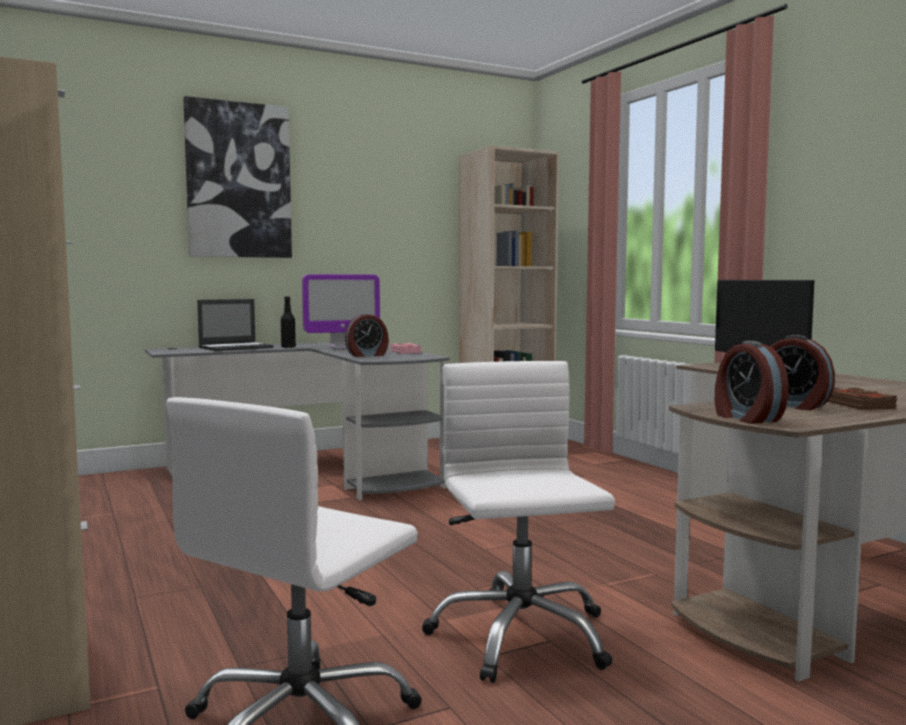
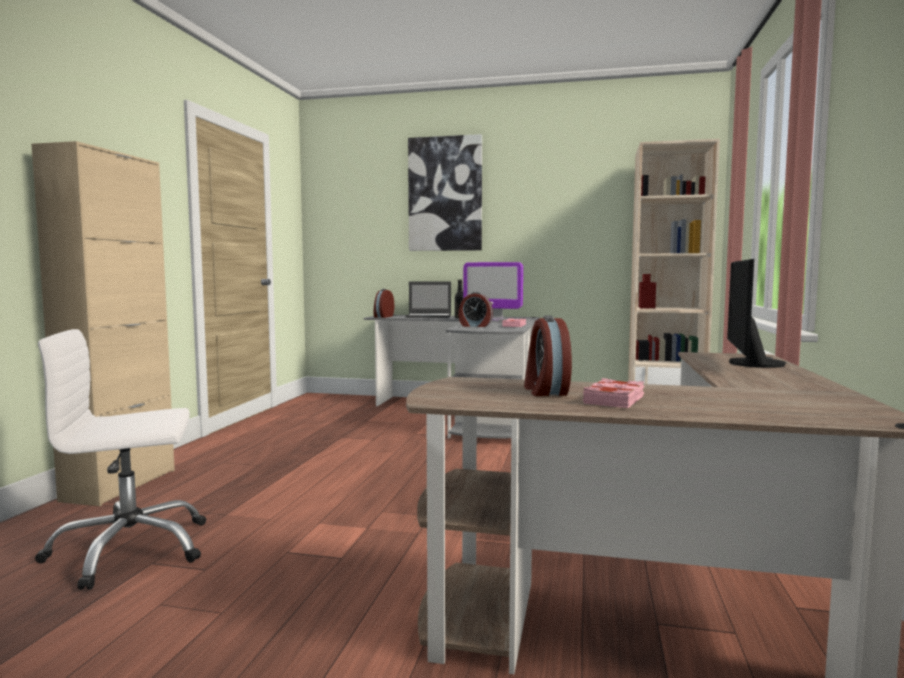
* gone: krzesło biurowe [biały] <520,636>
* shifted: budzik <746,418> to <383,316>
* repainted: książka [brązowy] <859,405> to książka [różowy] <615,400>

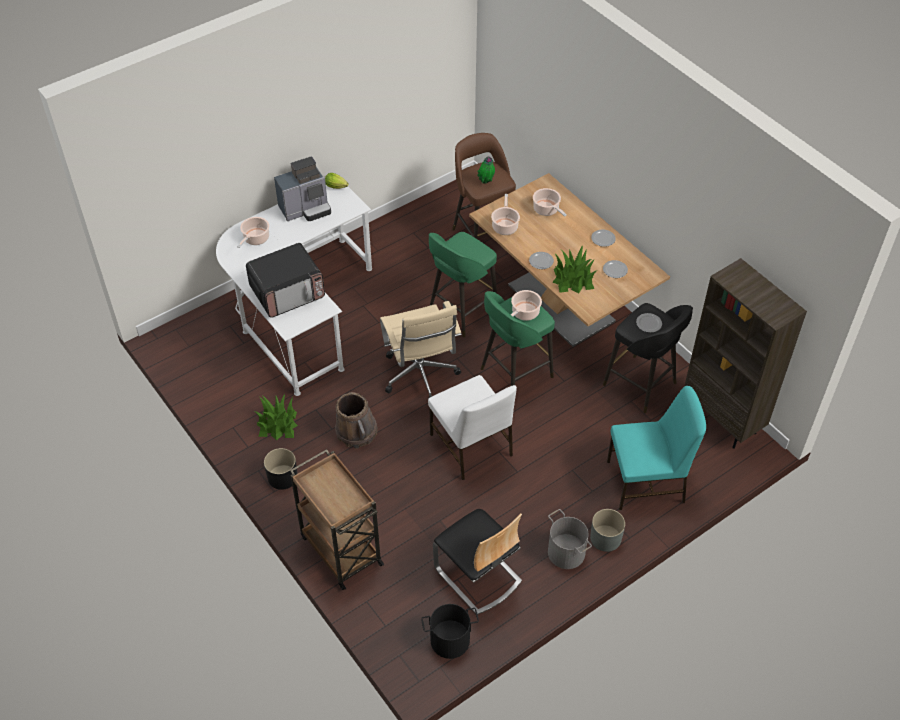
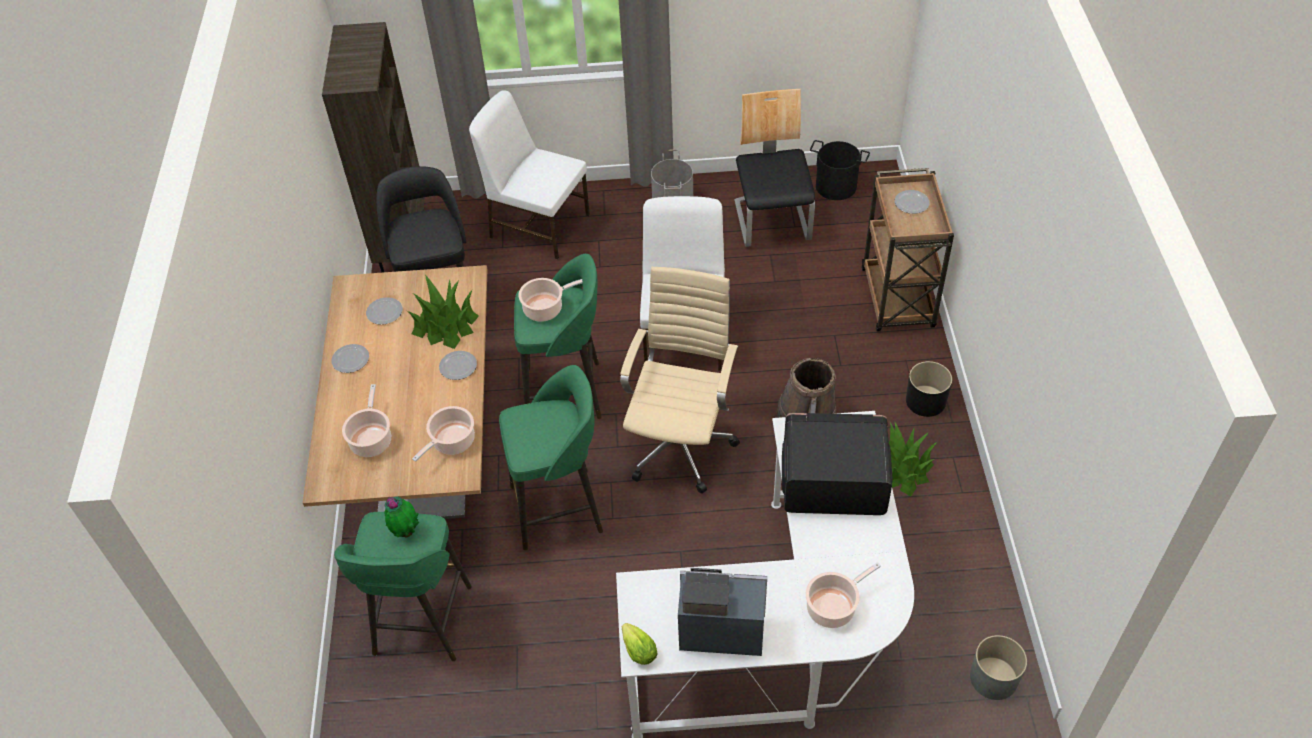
* shifted: donica [szary] <605,538> to <993,678>
* shifted: talerz <648,324> to <912,203>
* repainted: stołek [brązowy] <482,235> to stołek [zielony] <421,623>
* repainted: krzesło [turkusowy] <647,482> to krzesło [biały] <538,224>

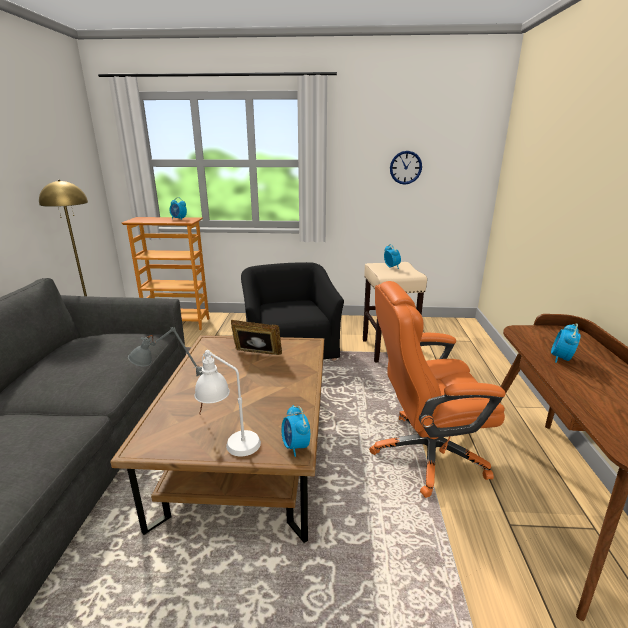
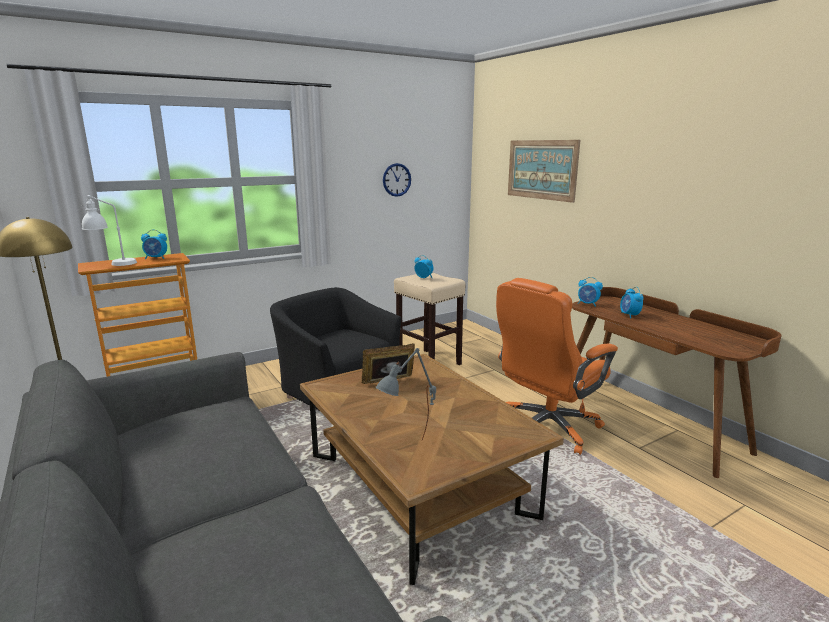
* new: obraz <541,169>
* shifted: lampa stołowa [biały] <229,441> to <112,264>
* shifted: budzik <295,446> to <587,304>

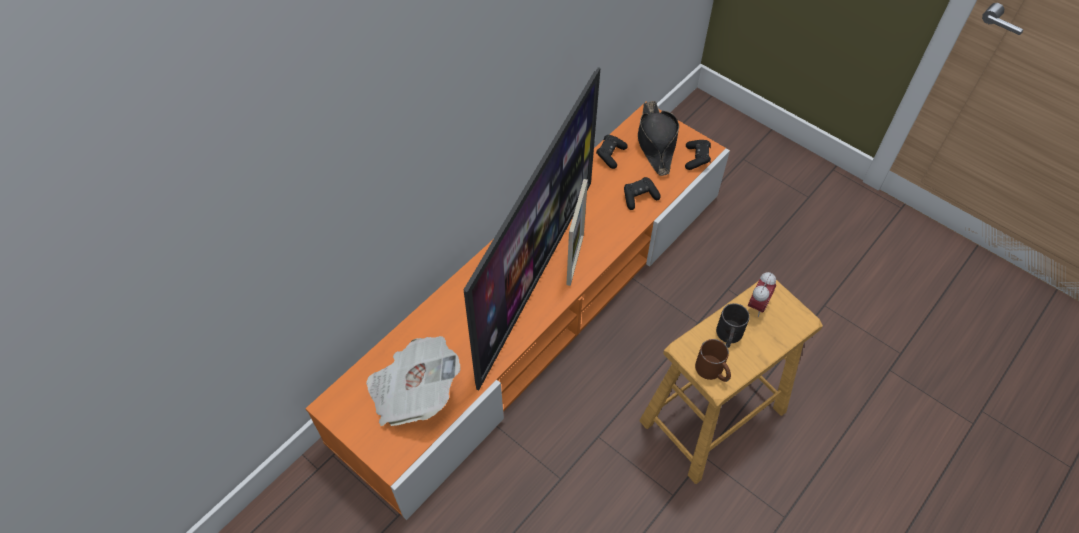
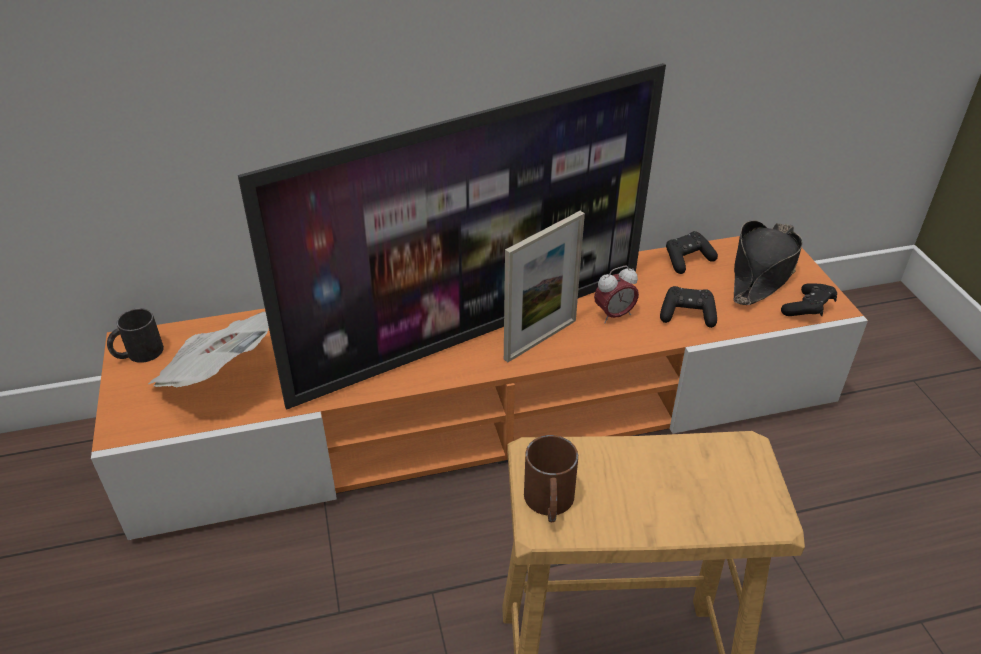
* shifted: kubek [czarny] <728,336> to <138,354>
* shifted: budzik <757,305> to <614,315>

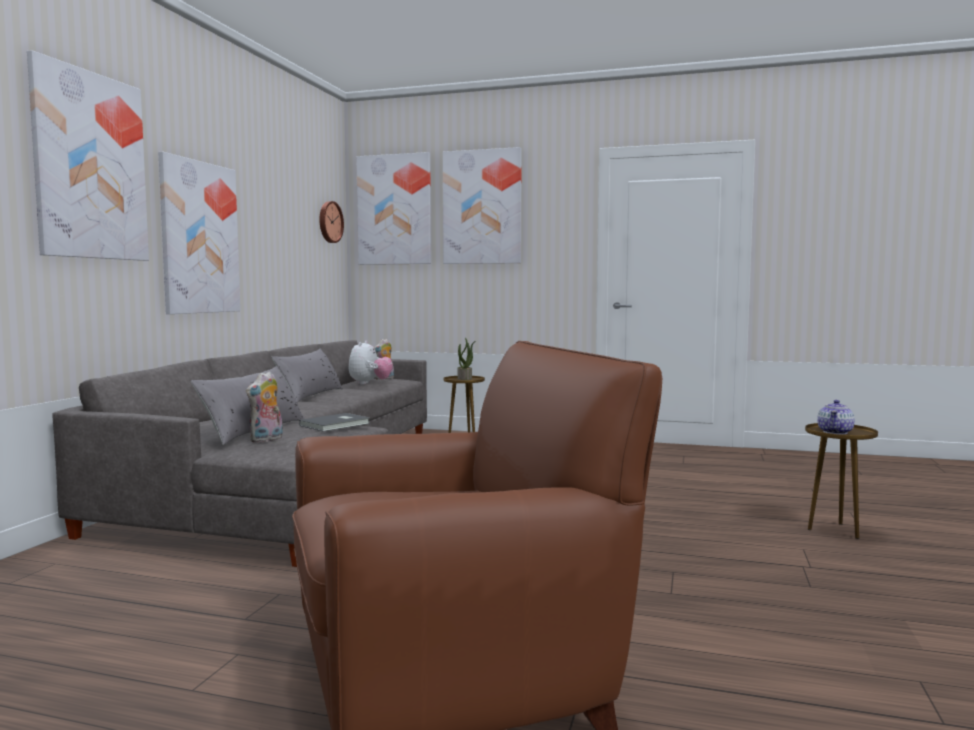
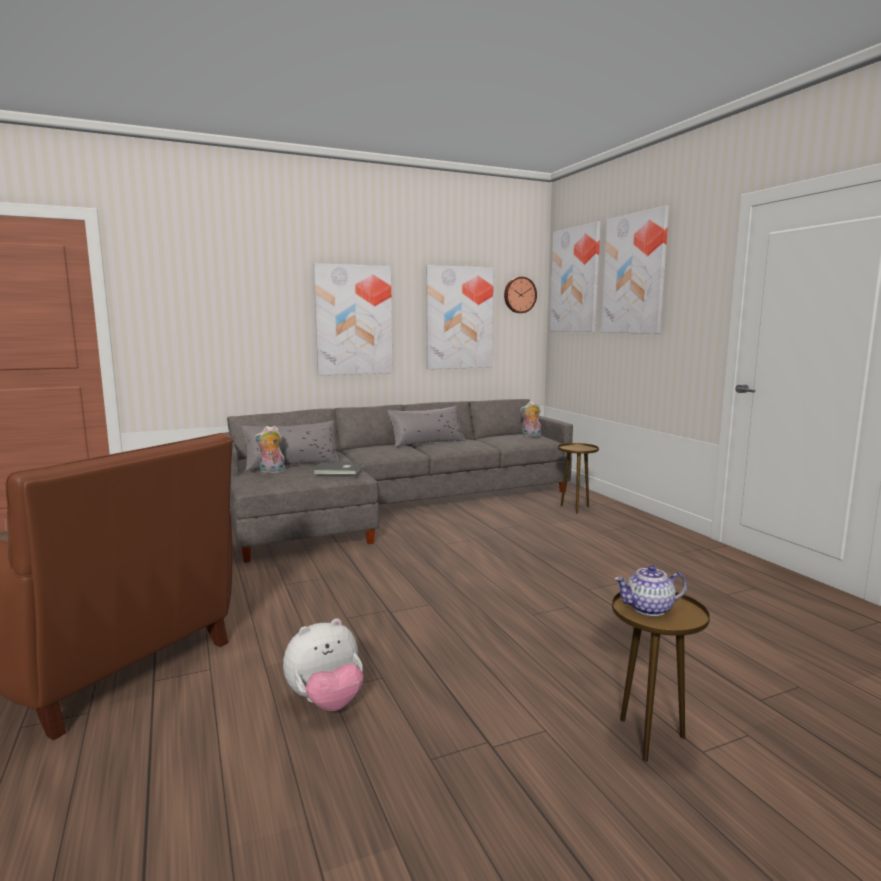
* gone: roślina doniczkowa <465,378>
* shifted: obraz <90,166> to <459,318>
* shifted: pluszak <369,383> to <326,702>

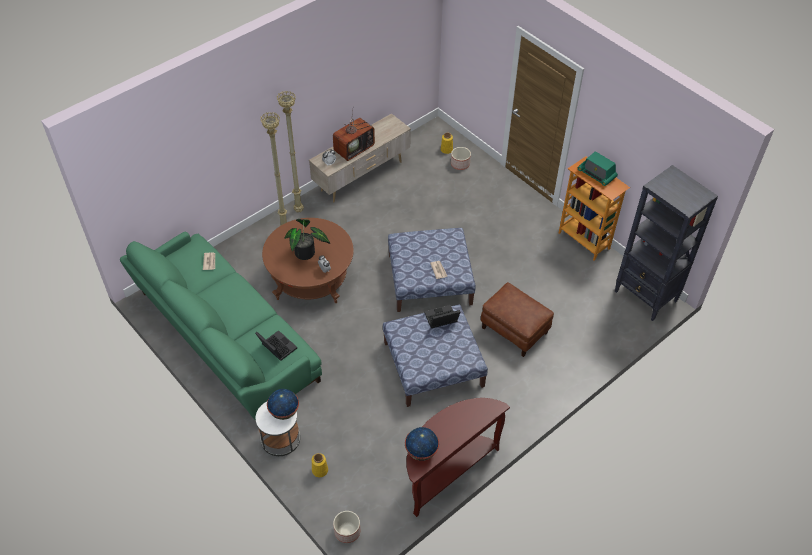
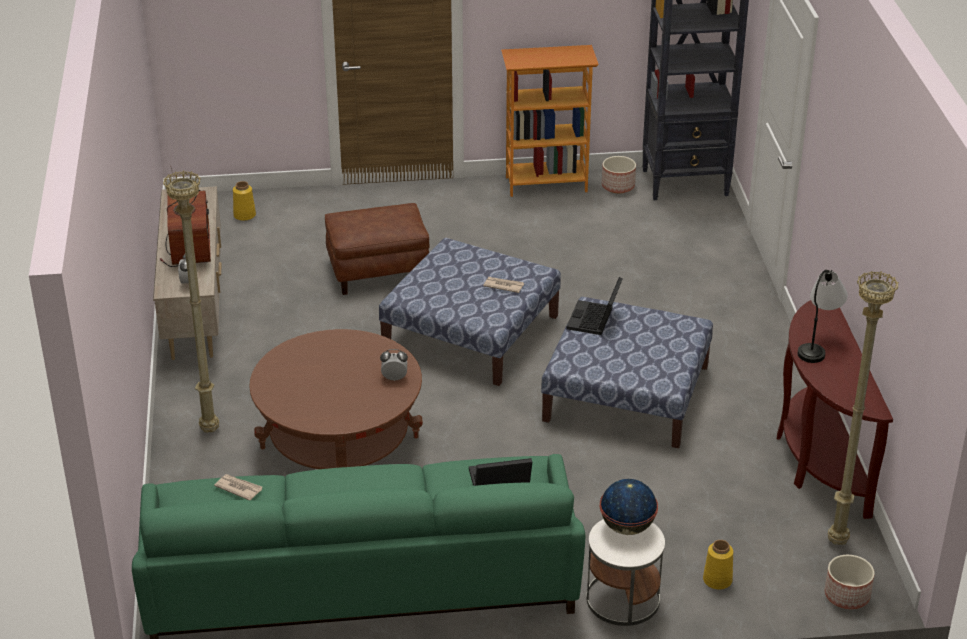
* gone: roślina doniczkowa <306,254>
* gone: globus <421,451>
* gone: radio <596,174>
* new: lampa stołowa <818,345>
* shifted: lampa stojąca [beżowy] <299,210> to <836,541>
* shifted: donica <460,164> to <618,186>
* shifted: pufa [brązowy] <515,330> to <378,271>

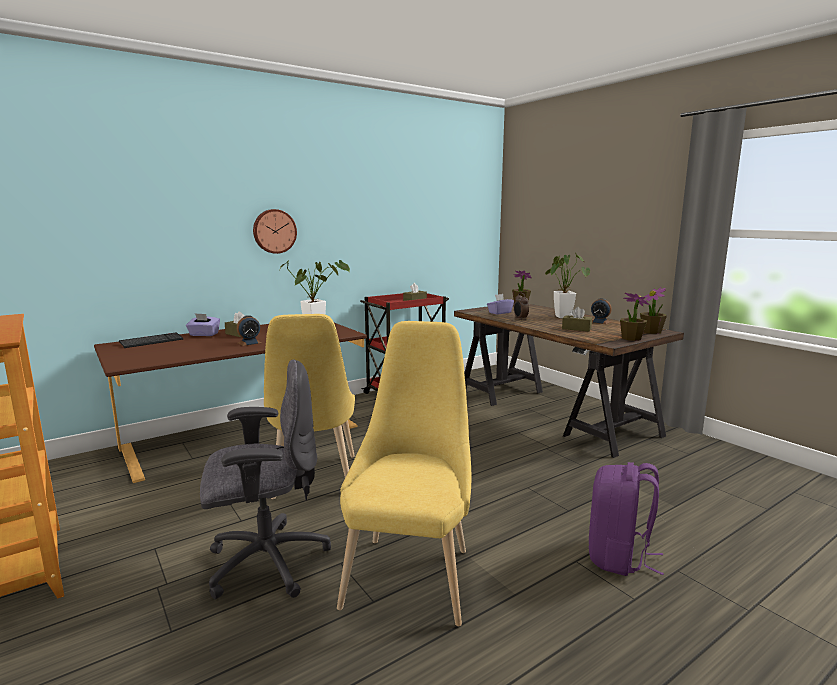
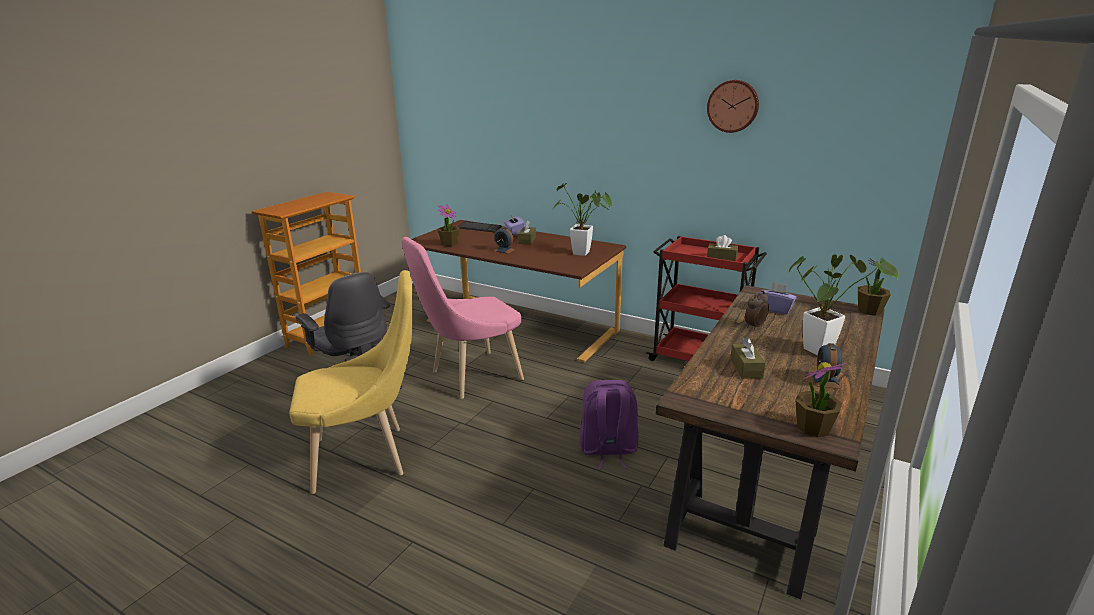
* shifted: zegar ścienny <274,231> to <733,106>
* shifted: plecak [fioletowy] <618,557> to <608,450>
* shifted: roślina doniczkowa <631,338> to <450,244>
* repainted: krzesło [żółty] <313,480> to krzesło [różowy] <471,377>

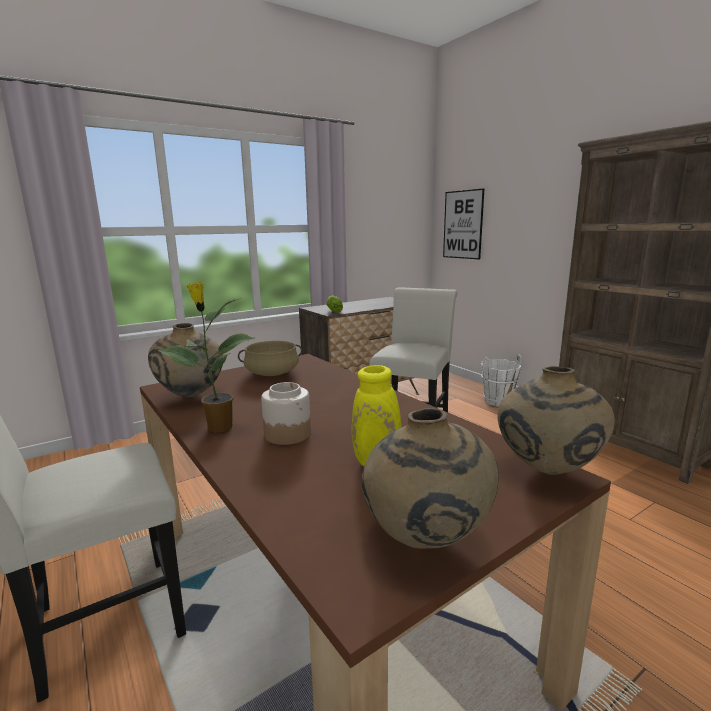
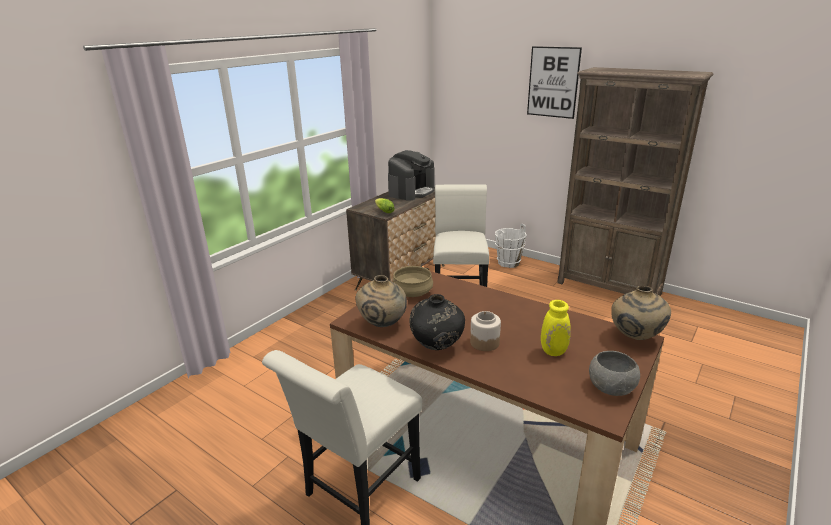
* new: ekspres do kawy <411,191>
* shifted: obraz <463,224> to <553,82>
* swapped: roślina doniczkowa <218,428> to wazon [czarny] <437,347>
* swapped: wazon [beżowy] <425,542> to miska [szary] <611,388>

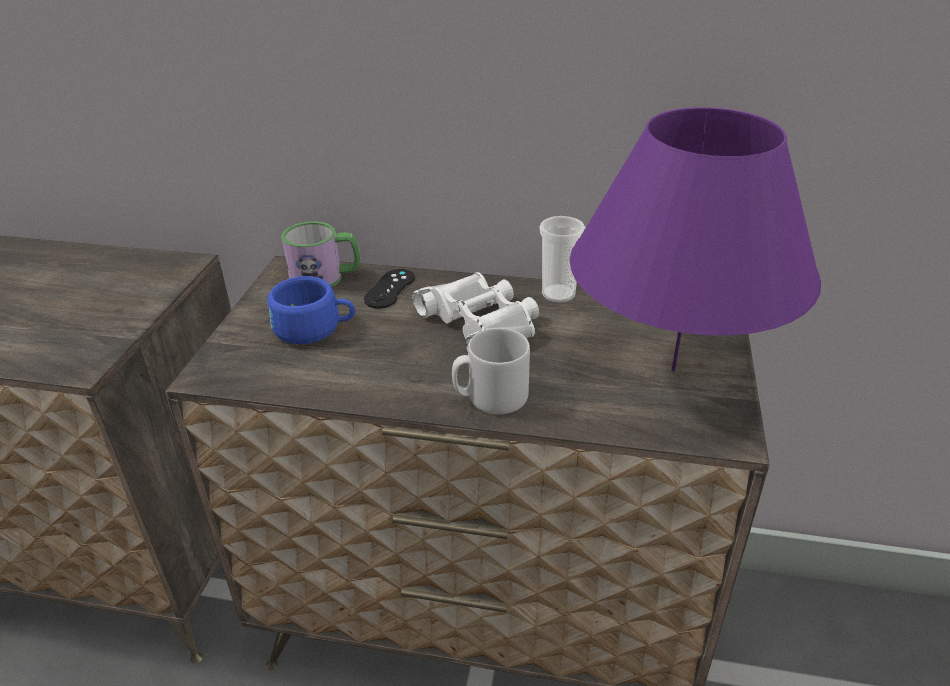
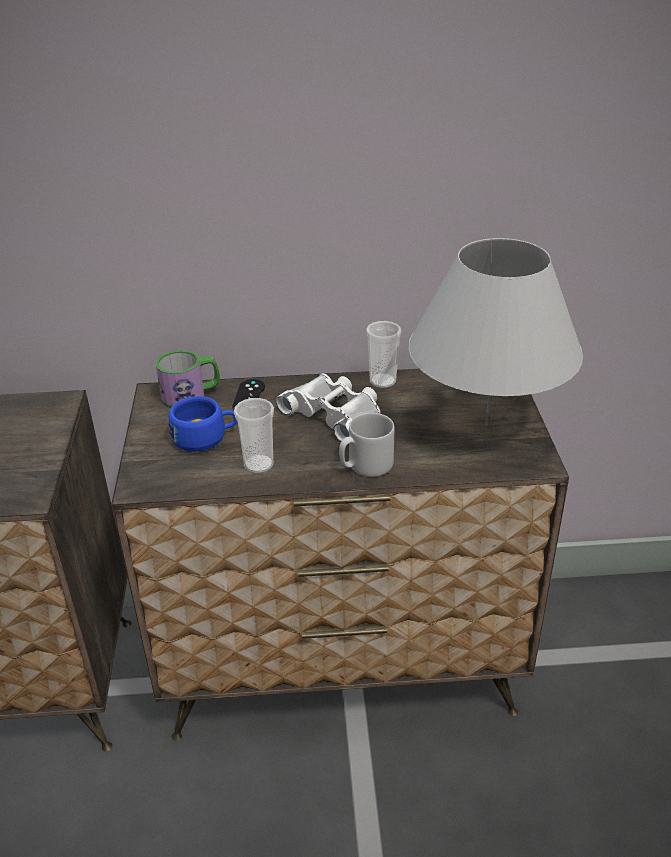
* new: filiżanka <258,464>
* repainted: lampa stołowa [fioletowy] <673,370> to lampa stołowa [biały] <486,425>

